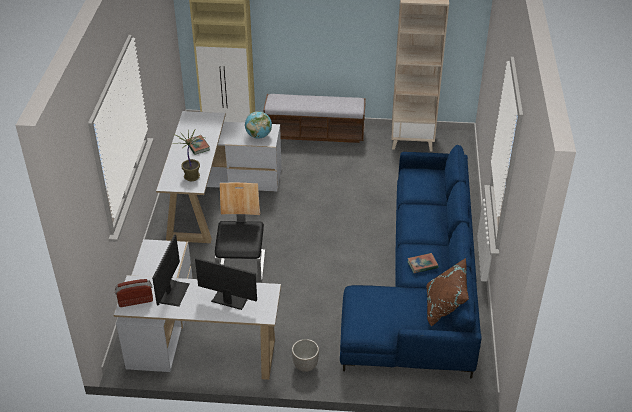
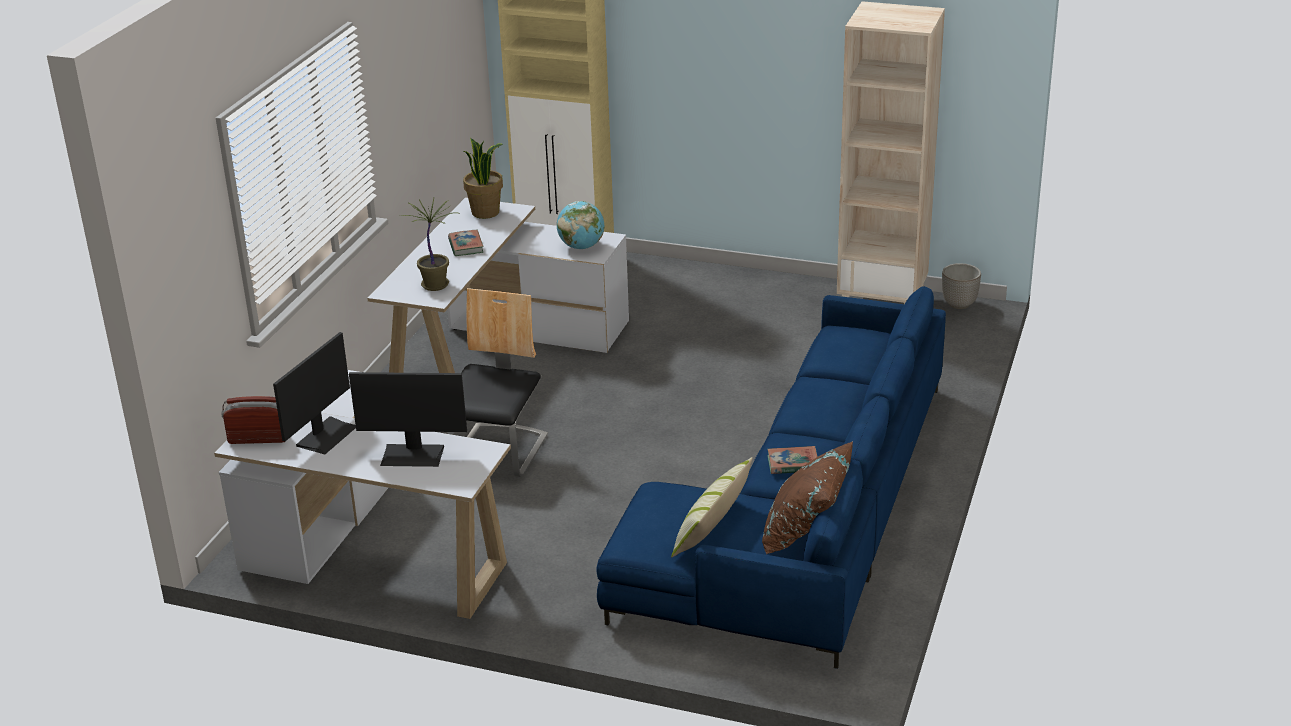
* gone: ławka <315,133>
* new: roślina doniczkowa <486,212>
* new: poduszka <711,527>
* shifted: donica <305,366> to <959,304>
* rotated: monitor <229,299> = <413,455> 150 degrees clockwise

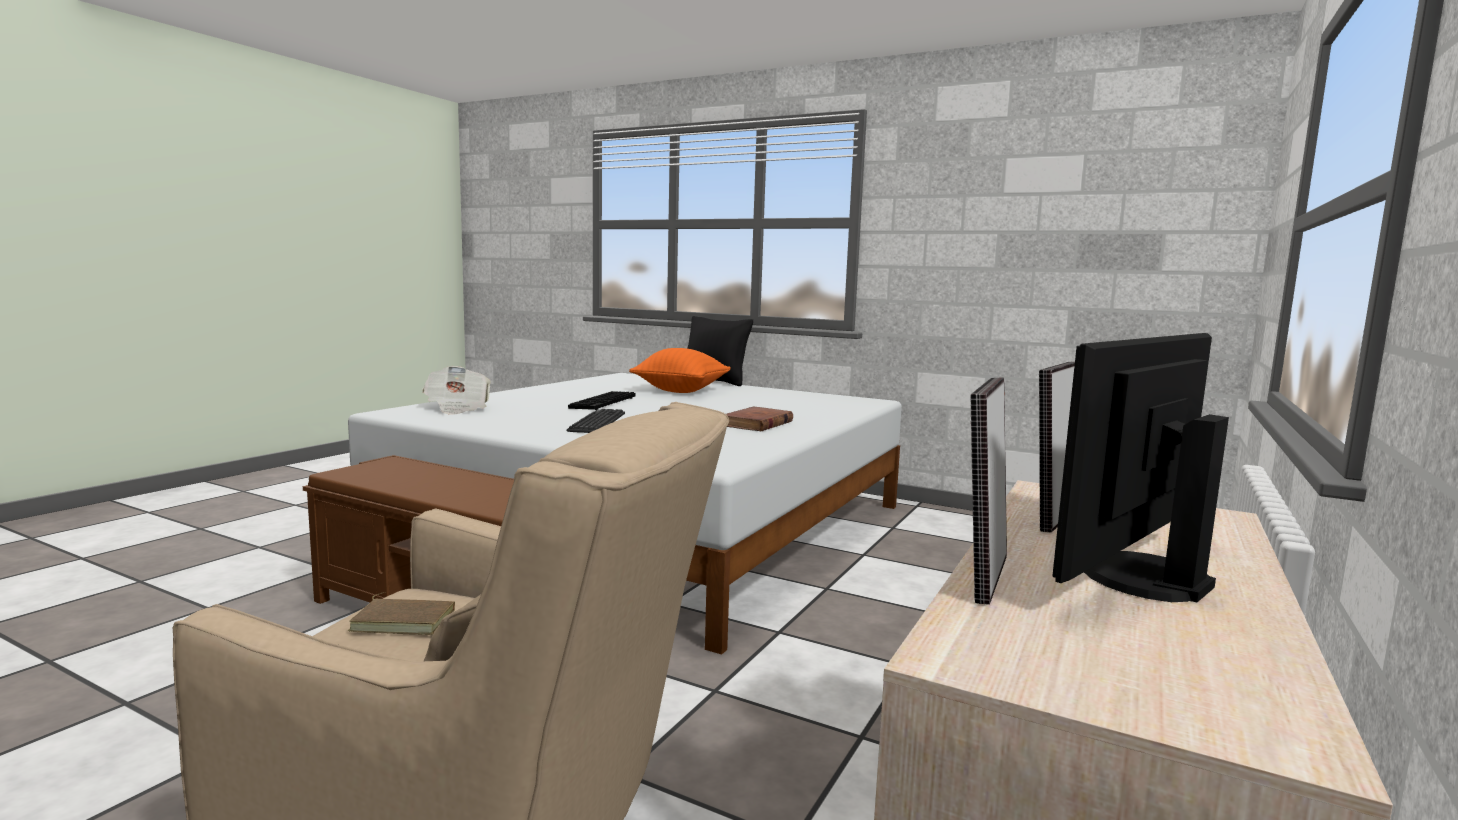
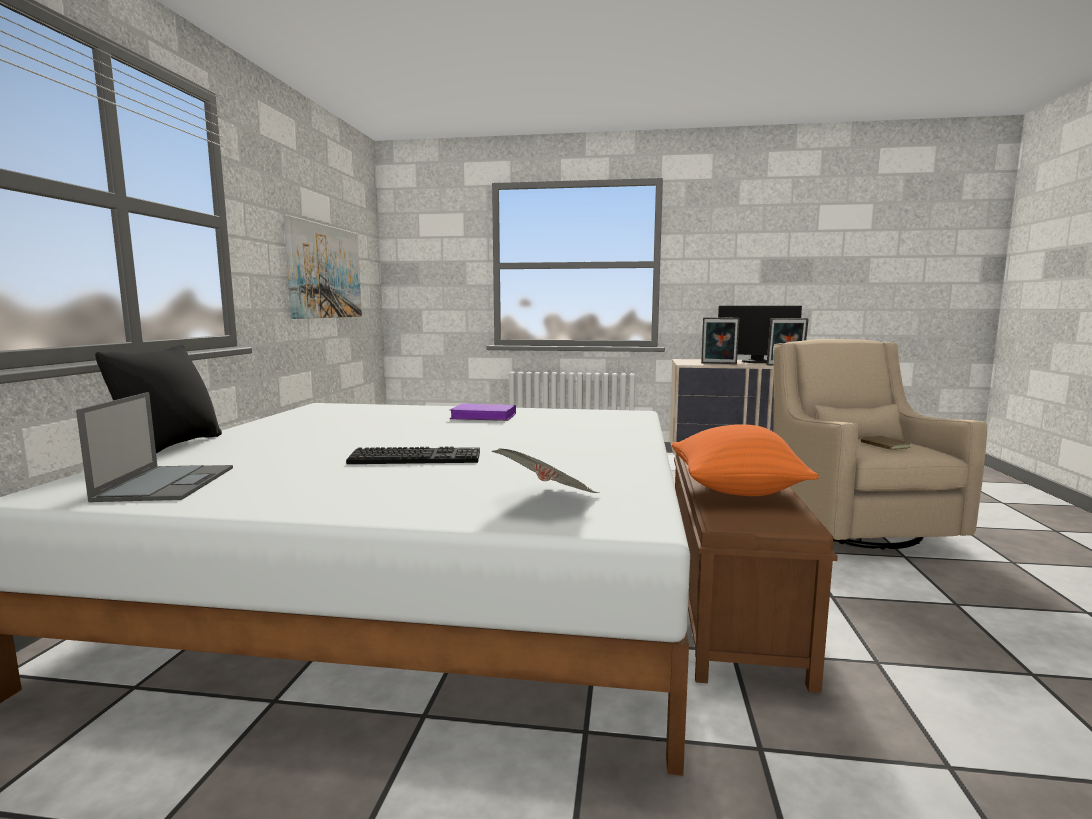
* gone: klawiatura <597,422>
* new: laptop <167,483>
* new: obraz <324,272>
* shifted: poduszka [pomarańczowy] <681,391> to <735,491>
* repainted: książka [brązowy] <756,424> to książka [fioletowy] <484,416>

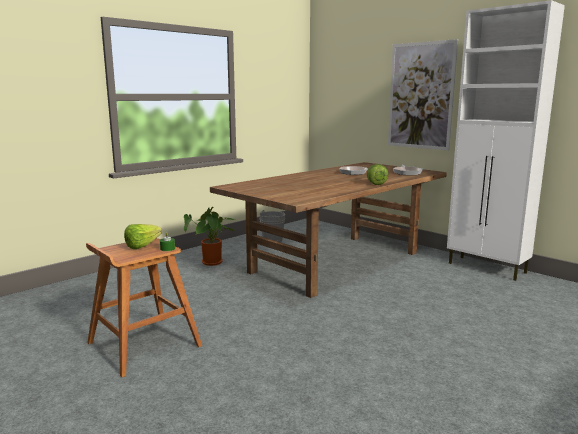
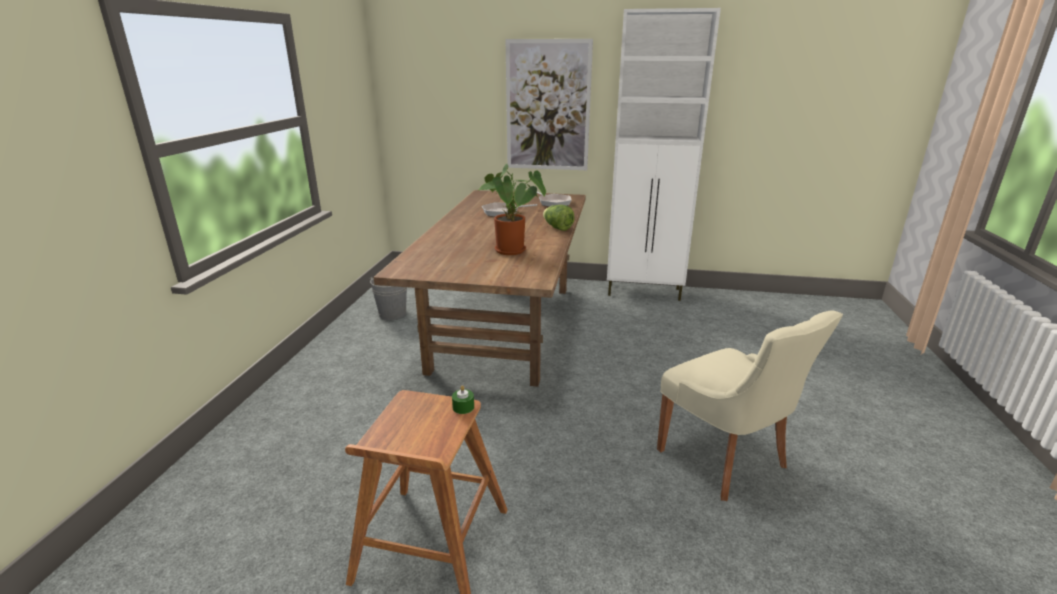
* gone: sałata <146,245>
* new: krzesło [beżowy] <725,460>
* shifted: roślina doniczkowa <212,263> to <513,251>

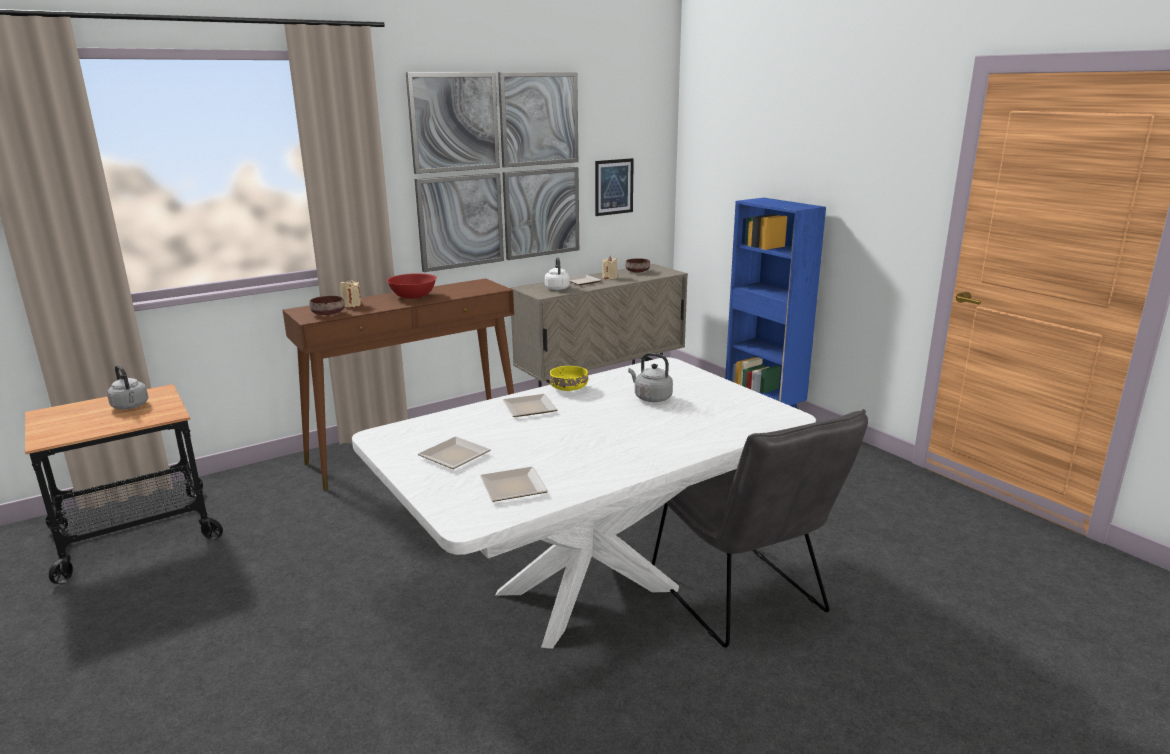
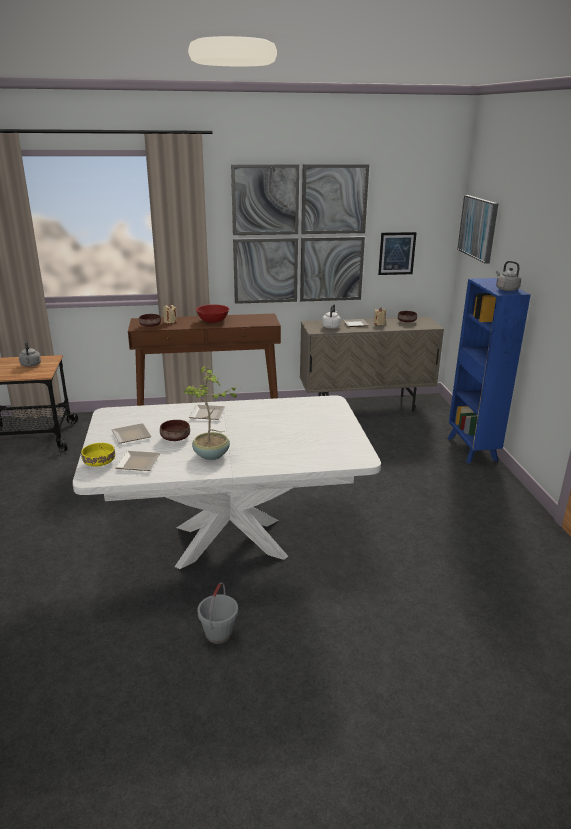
* gone: krzesło [szary] <743,599>
* new: miska [brązowy] <176,438>
* new: roślina doniczkowa <212,455>
* new: wiadro [szary] <219,634>
* new: obraz <478,228>
* shifted: miska [żółty] <568,388> to <99,462>
* shifted: czajnik [szary] <651,398> to <506,289>

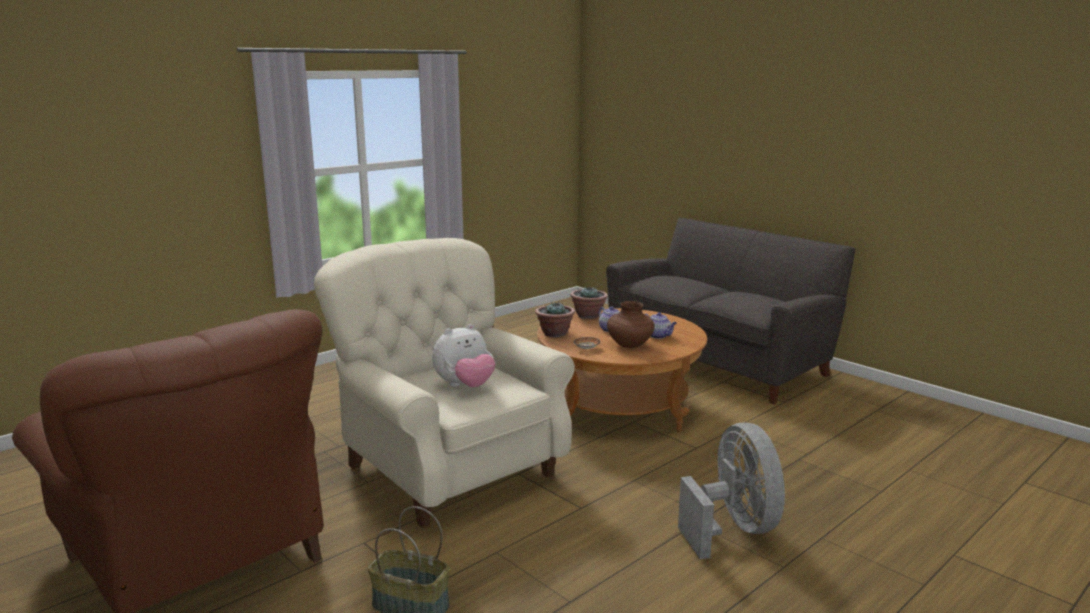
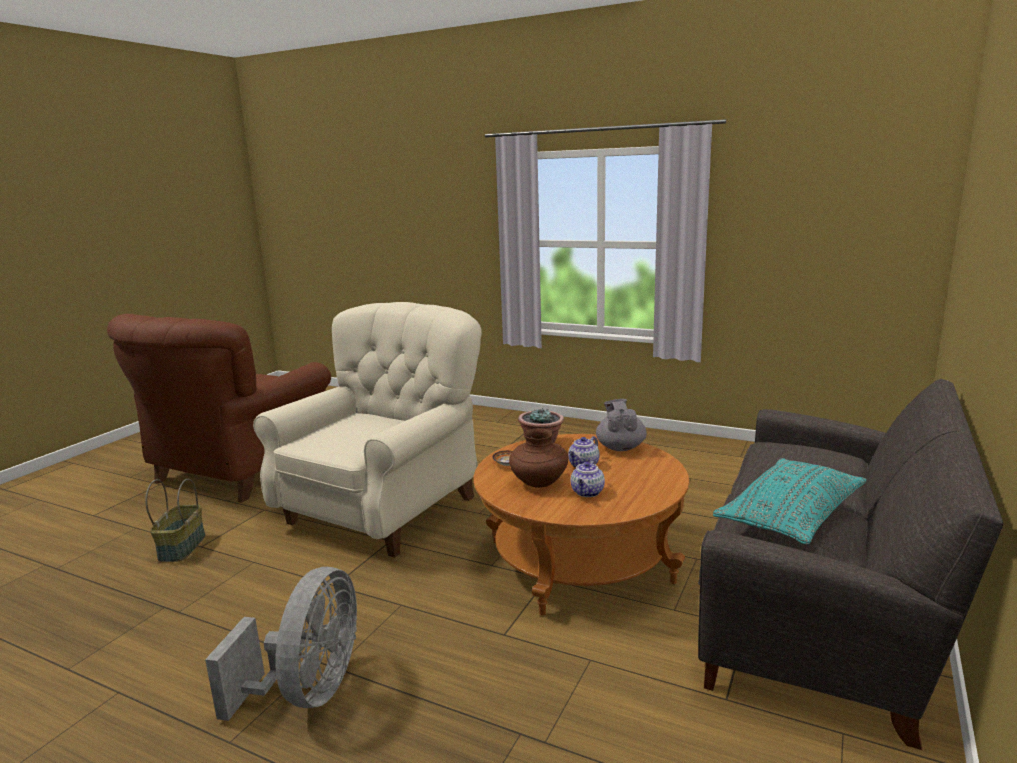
* gone: pluszak <465,386>
* new: poduszka [turkusowy] <790,516>
* swapped: roślina doniczkowa <588,316> to imbryk [szary] <620,447>
* rotated: wentylator [szary] <733,529> = <308,691> 45 degrees counterclockwise

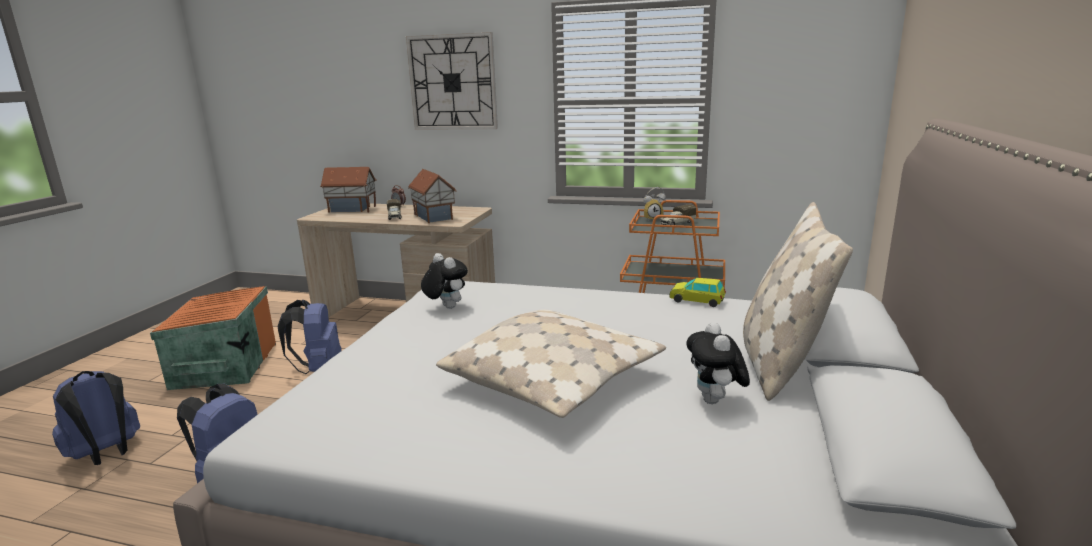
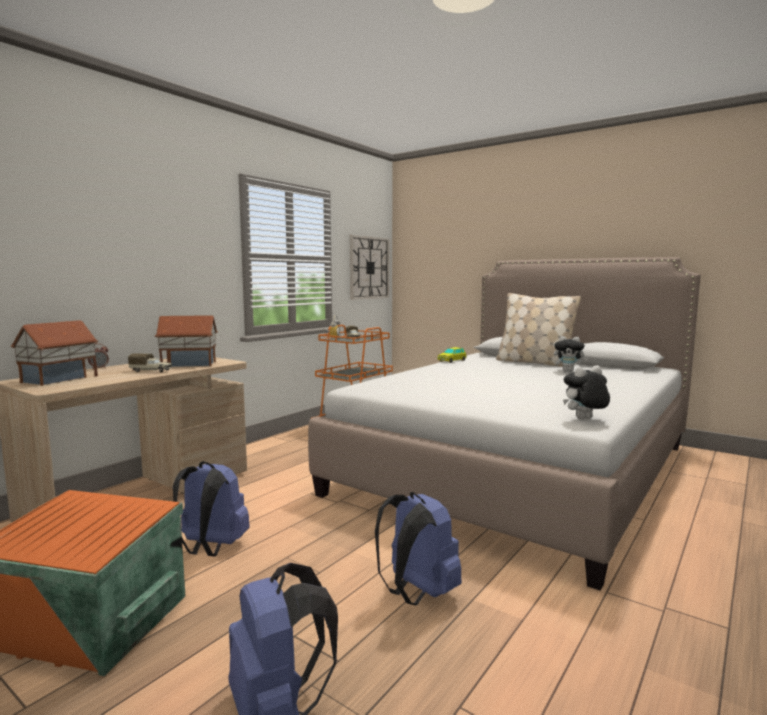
* gone: poduszka [beżowy] <554,380>
* shifted: zegar ścienny <452,82> to <369,268>
* shifted: pluszak <446,307> to <584,419>

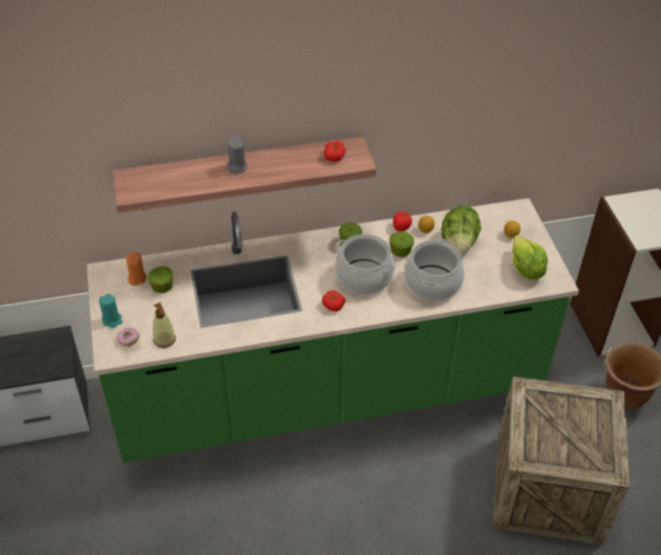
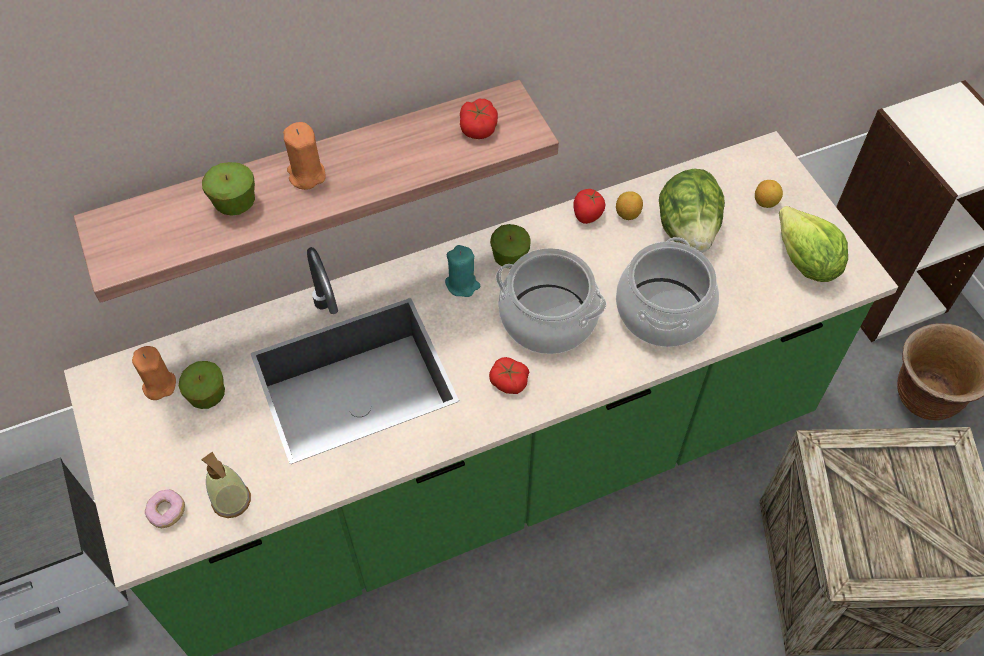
* shifted: świeca [turkusowy] <112,320> to <462,284>
* shifted: jabłko <400,252> to <235,203>
* repainted: świeca [szary] <237,167> to świeca [pomarańczowy] <306,175>

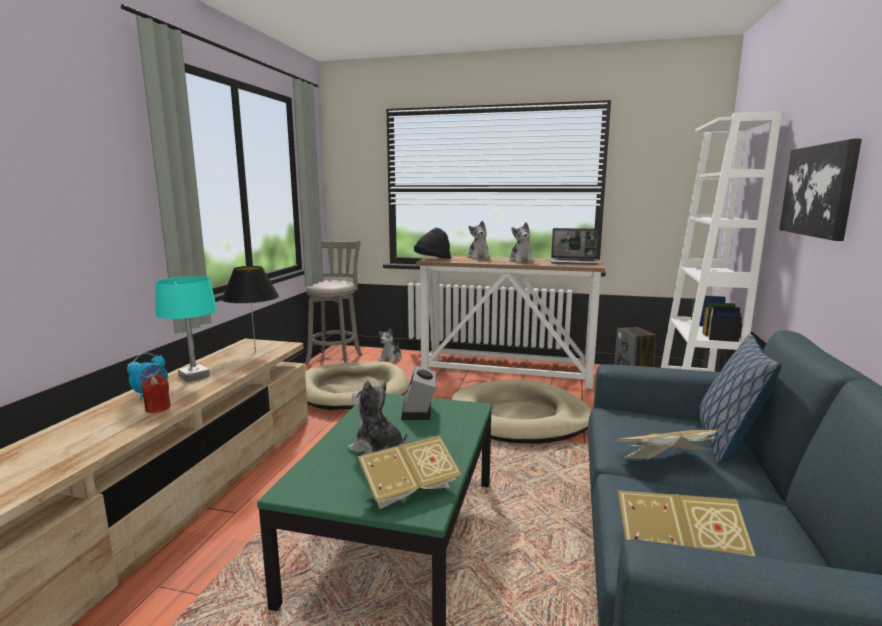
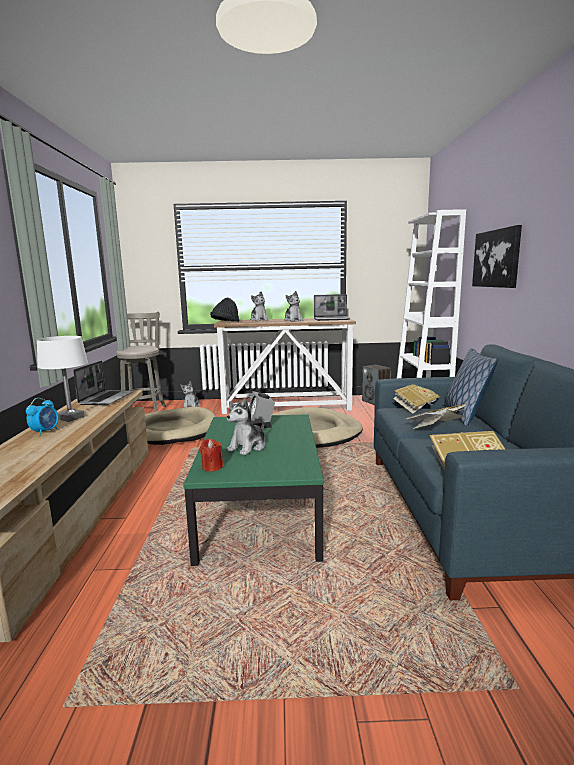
* shifted: świeca [czerwony] <158,408> to <212,467>
* shifted: książka <409,489> to <415,407>
* swapped: lampa stołowa [czarny] <255,351> to laptop <106,398>
* repainted: lampa stołowa [turkusowy] <194,376> to lampa stołowa [biały] <70,418>
* rotated: pluszak <377,450> = <248,447> 75 degrees counterclockwise

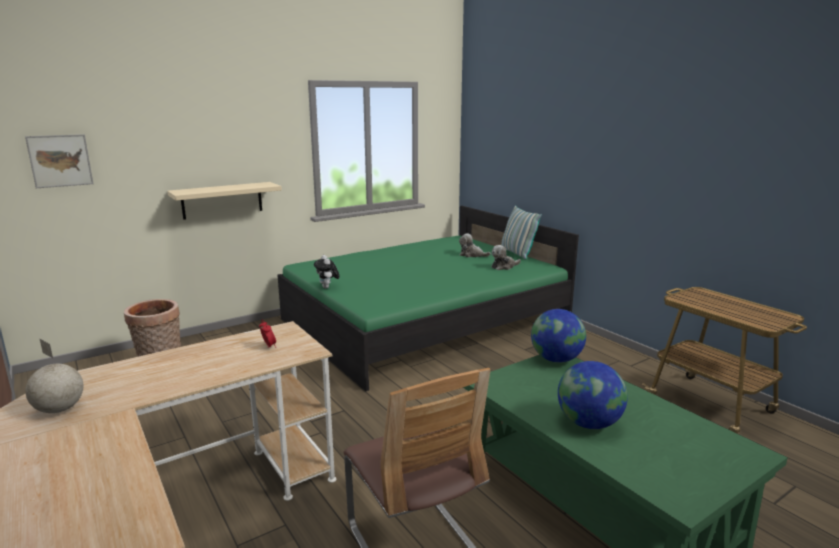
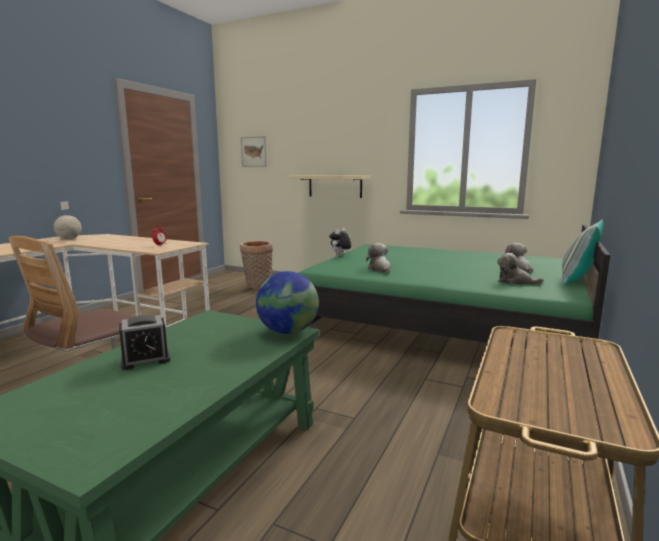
* new: pluszak <380,269>
* swapped: globus <588,423> to budzik <145,359>

